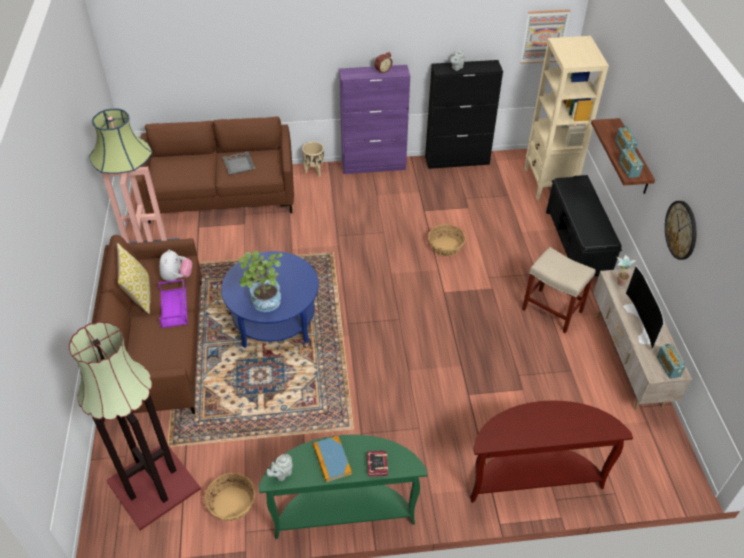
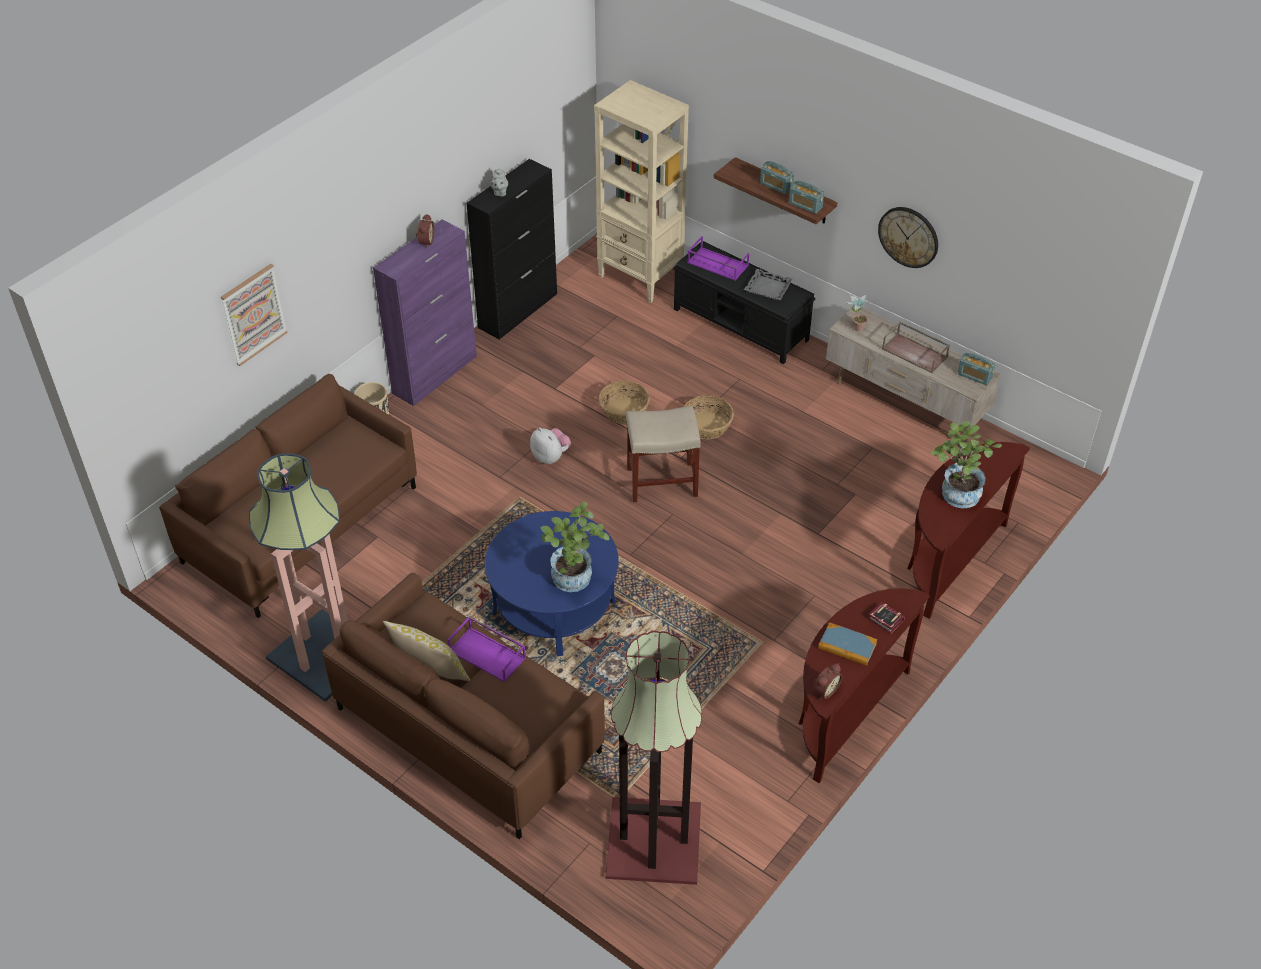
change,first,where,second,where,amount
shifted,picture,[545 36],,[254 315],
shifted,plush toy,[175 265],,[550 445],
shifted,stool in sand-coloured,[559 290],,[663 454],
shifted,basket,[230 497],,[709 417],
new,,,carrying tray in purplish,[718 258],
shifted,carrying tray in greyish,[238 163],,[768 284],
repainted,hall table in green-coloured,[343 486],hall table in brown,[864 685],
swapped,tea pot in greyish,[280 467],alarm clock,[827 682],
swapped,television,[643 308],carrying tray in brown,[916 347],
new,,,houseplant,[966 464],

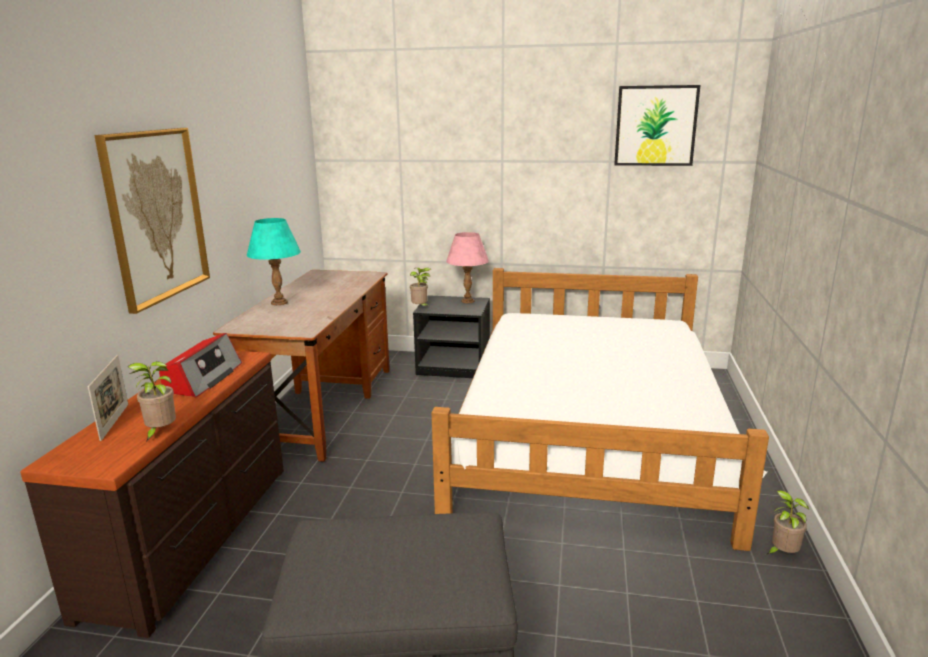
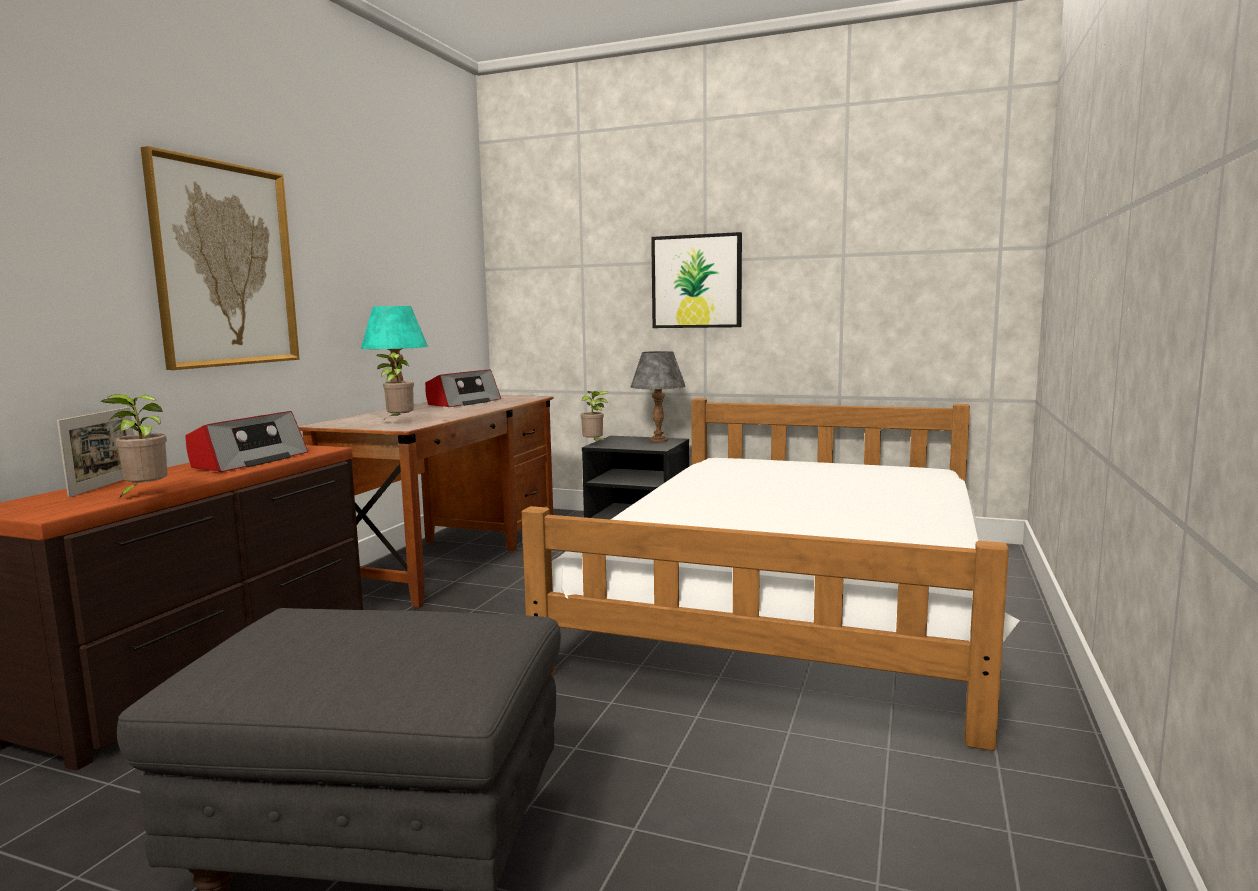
change,first,where,second,where,amount
shifted,houseplant,[787 522],,[395 386],
new,,,radio,[463 388],
repainted,table lamp in pink,[467 267],table lamp in greyish,[658 396],
shifted,picture,[657 125],,[696 280],

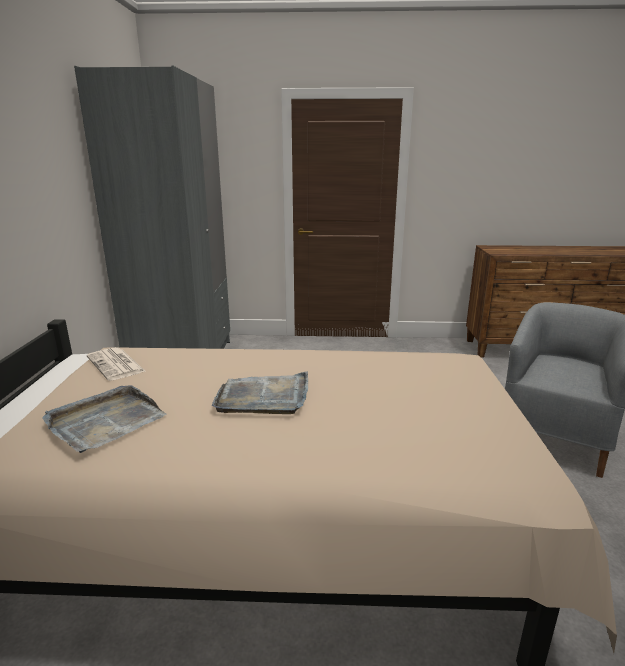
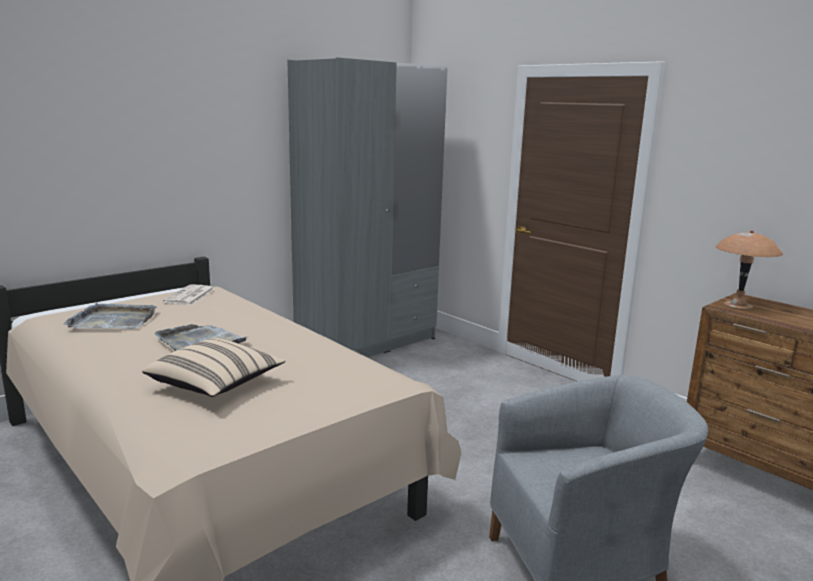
change,first,where,second,where,amount
new,,,throw pillow in sand-coloured,[213 367],
new,,,table lamp in brown,[749 270],

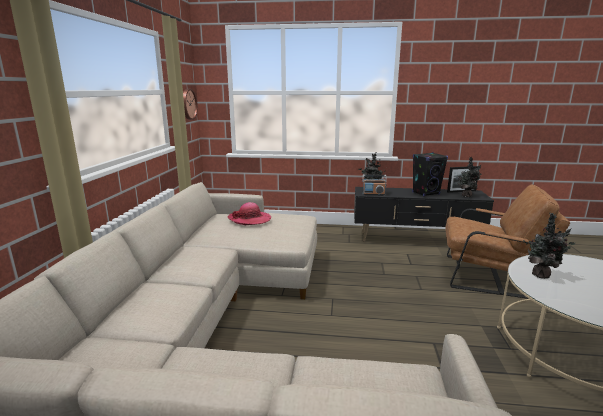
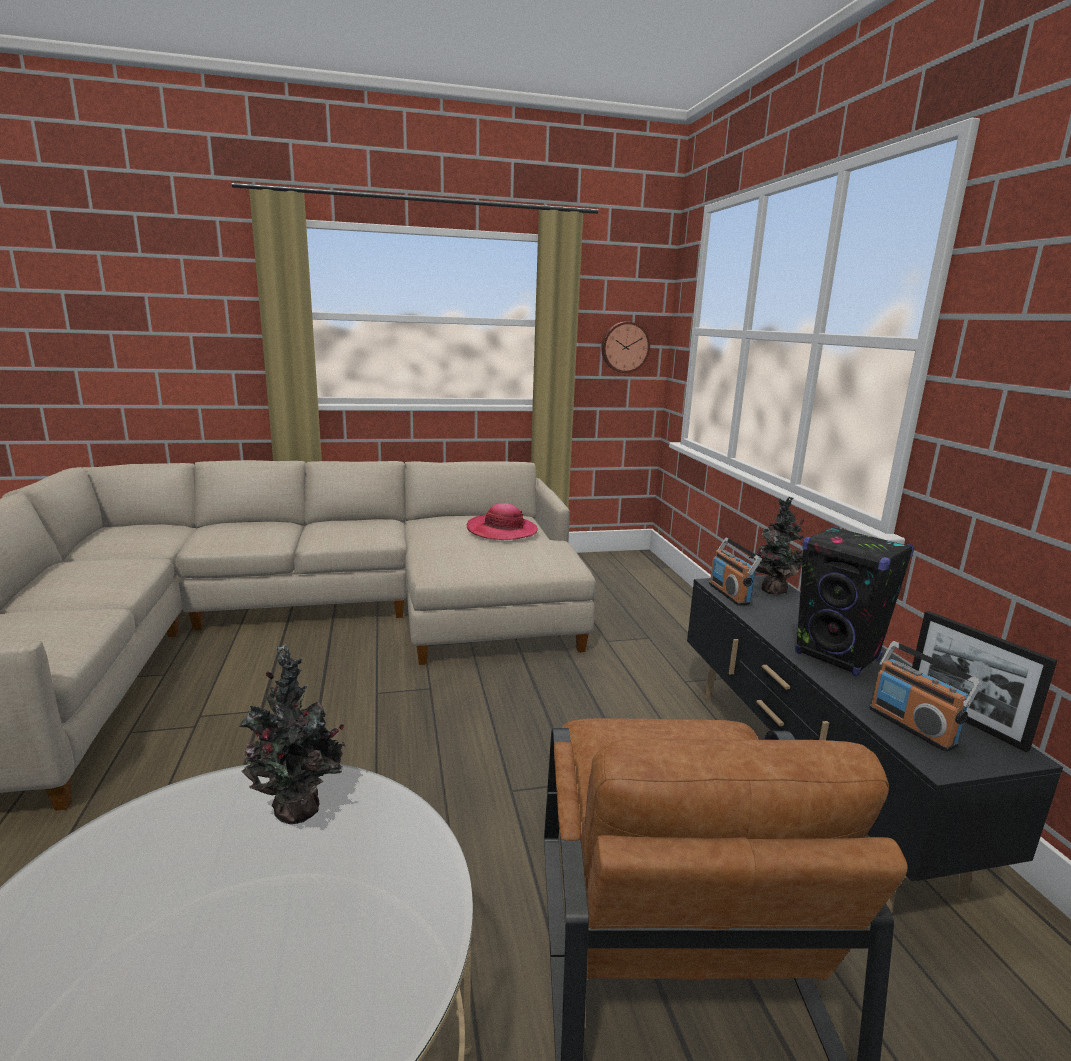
change,first,where,second,where,amount
swapped,houseplant,[469 177],radio,[925 696],

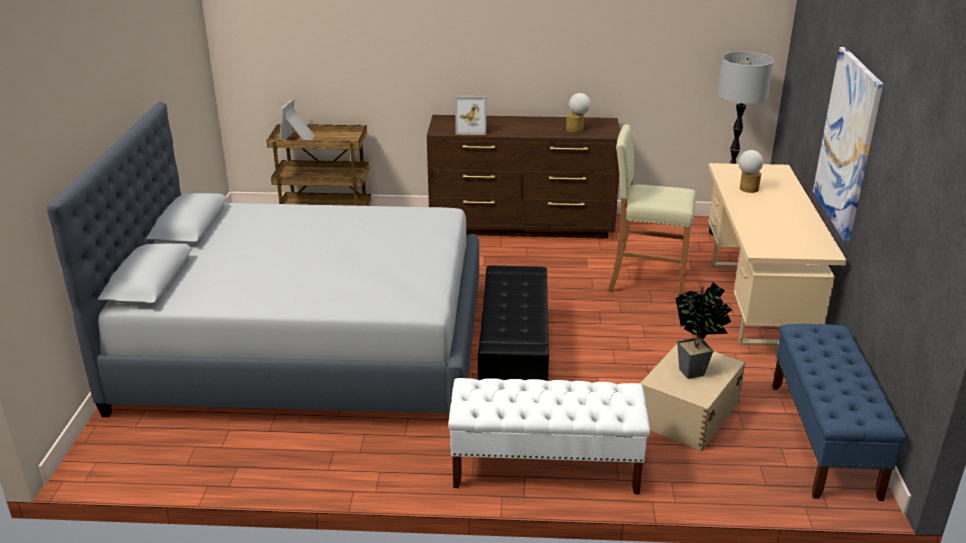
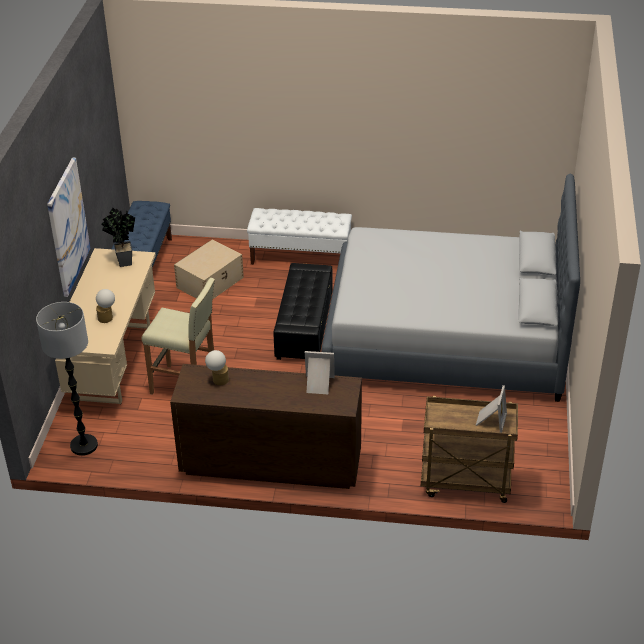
change,first,where,second,where,amount
shifted,houseplant,[703 330],,[118 237],

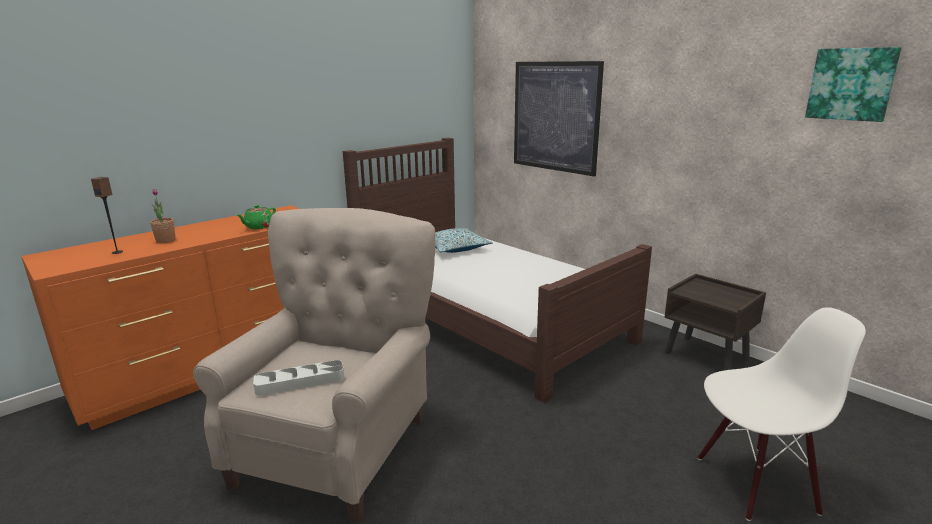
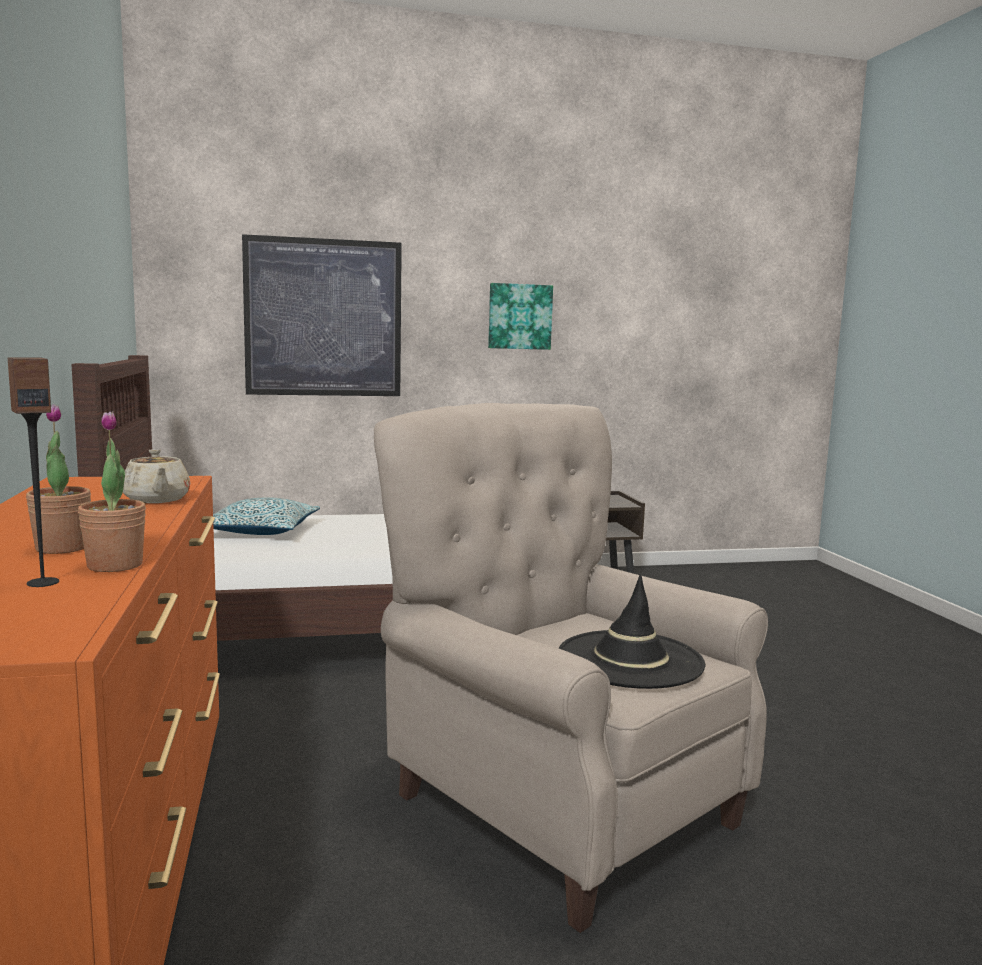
change,first,where,second,where,amount
new,,,houseplant,[112 491],
repainted,tea pot in green-coloured,[256 217],tea pot in sand-coloured,[156 476],
shifted,picture,[853 84],,[520 316],
swapped,carrying tray in white-coloured,[298 378],hat in blackish,[632 632],
gone,chair in white-coloured,[782 414],,,

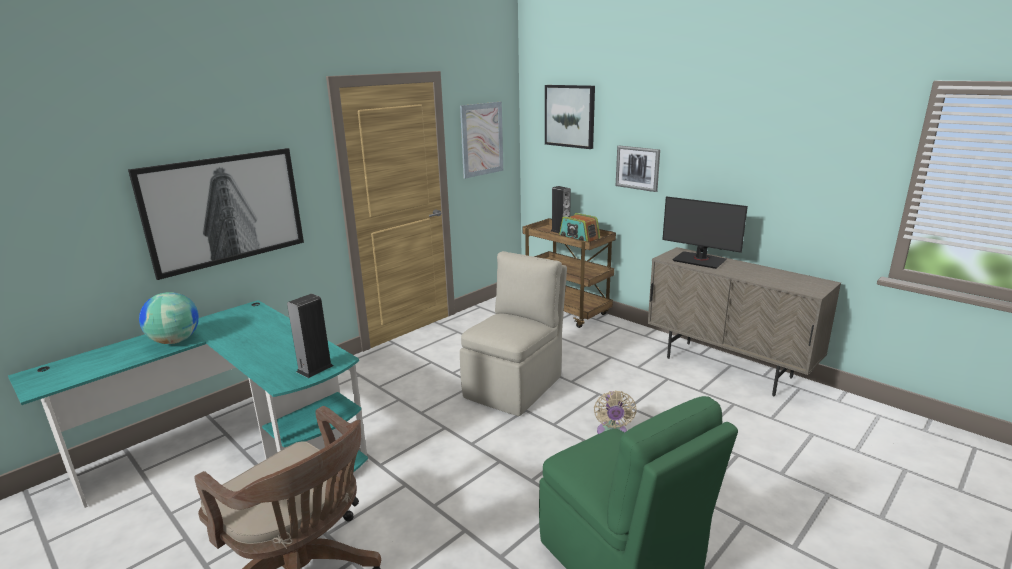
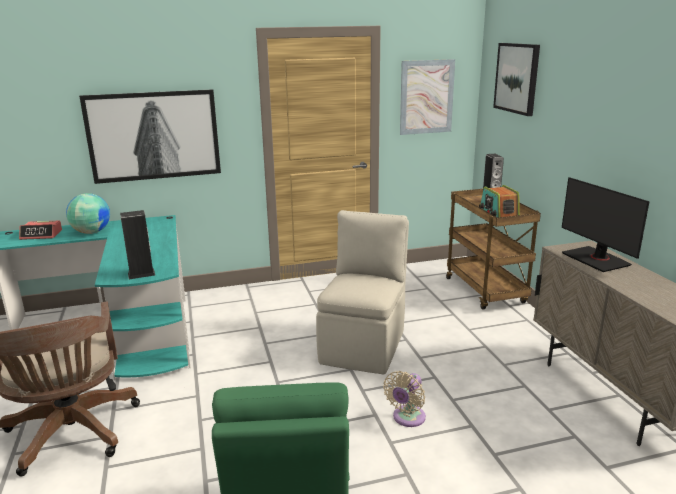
change,first,where,second,where,amount
new,,,alarm clock,[40 230],
rotated,chair in sand-coloured,[513 333],,[362 292],45 degrees counterclockwise
gone,picture,[638 169],,,

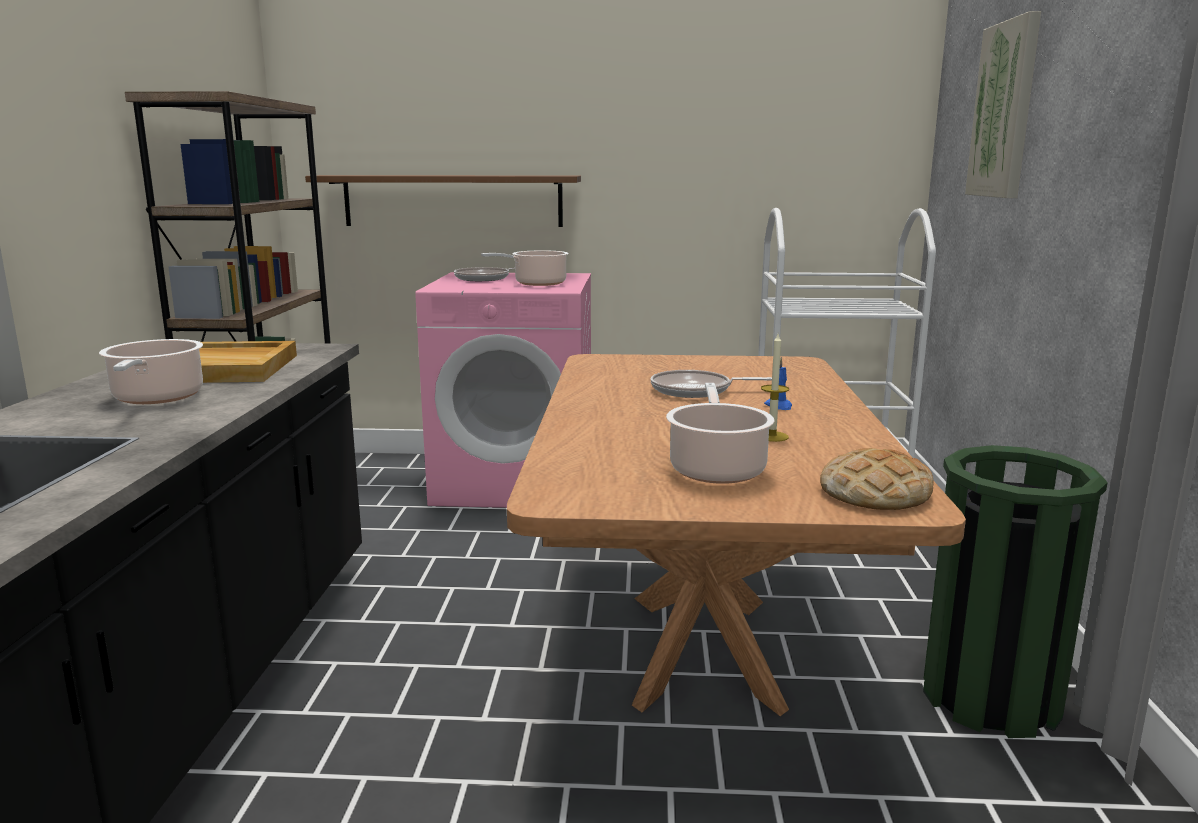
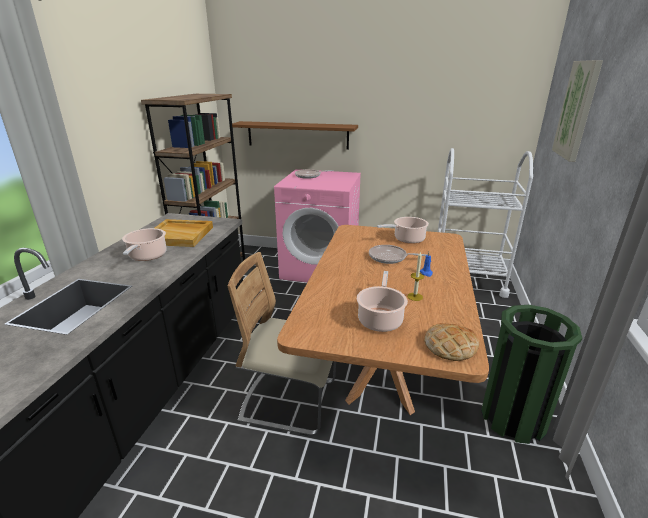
change,first,where,second,where,amount
new,,,chair in sand-coloured,[281 344],
shifted,saucepot,[525 268],,[403 230],

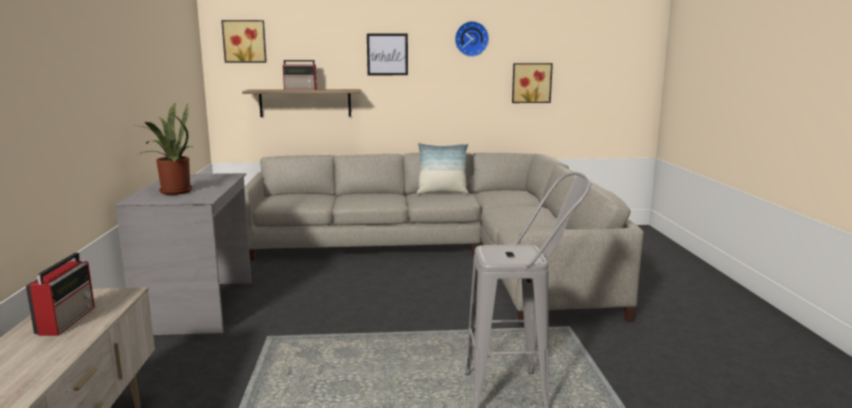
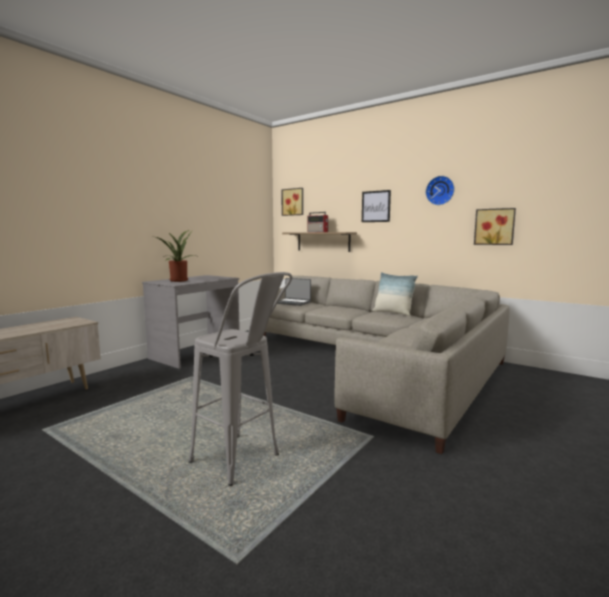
change,first,where,second,where,amount
new,,,notebook computer,[294 292],
gone,radio,[60 294],,,

